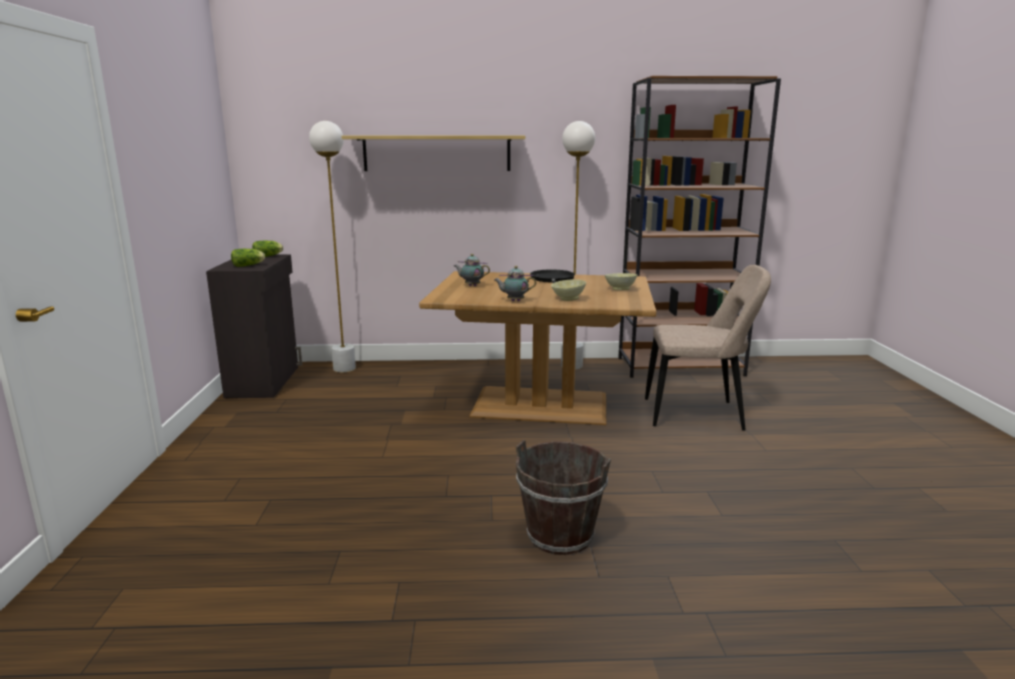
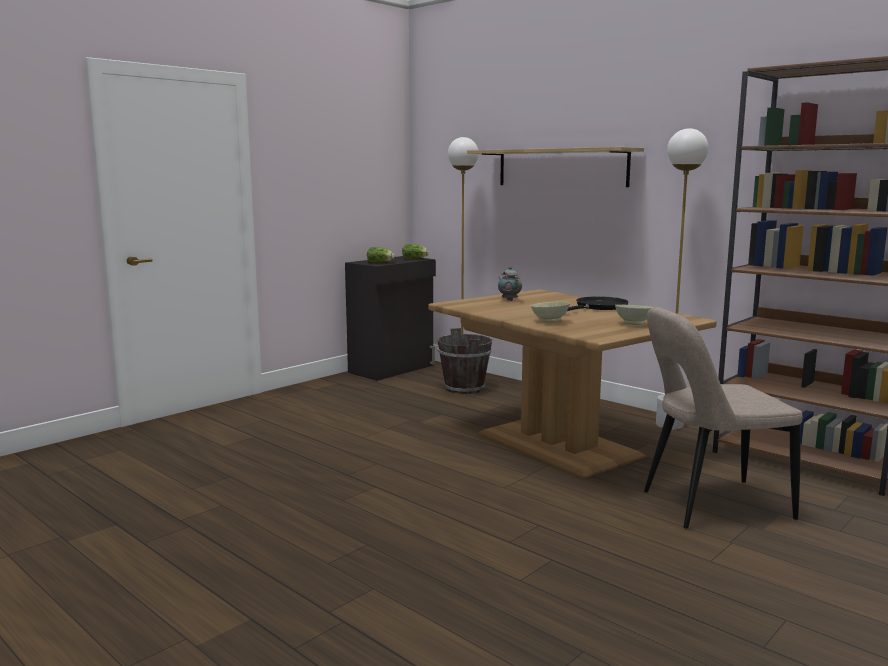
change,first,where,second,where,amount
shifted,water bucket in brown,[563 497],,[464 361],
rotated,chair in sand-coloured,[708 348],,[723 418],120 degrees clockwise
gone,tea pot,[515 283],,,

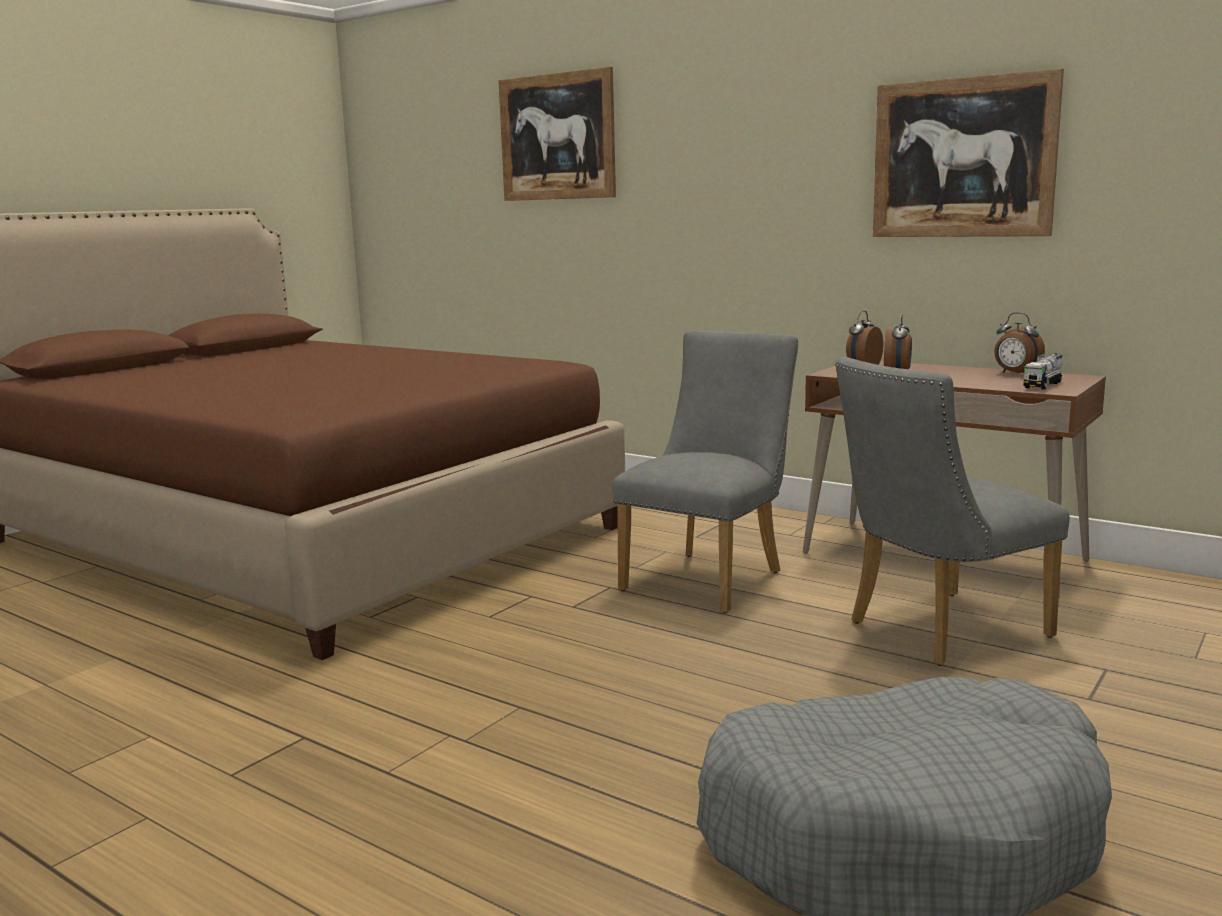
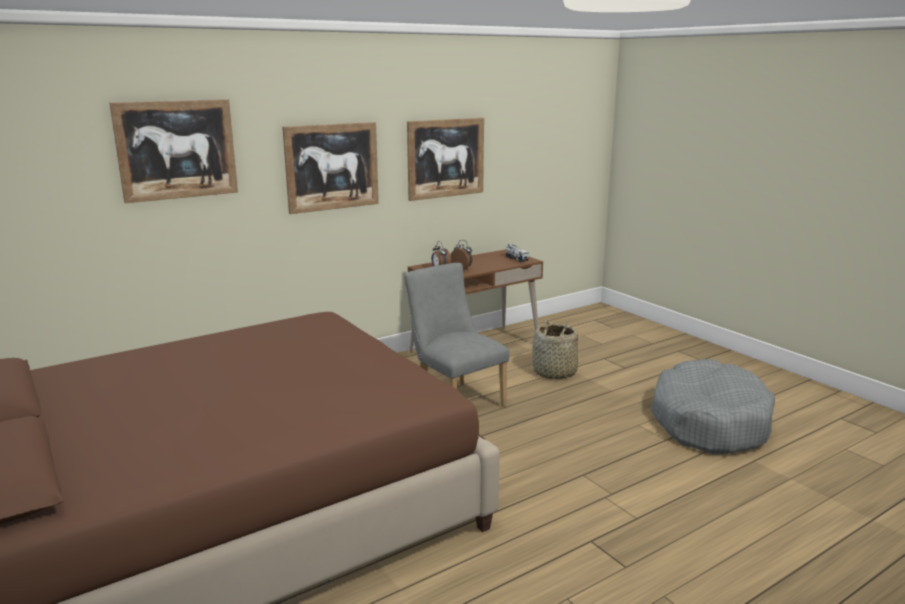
change,first,where,second,where,amount
new,,,picture,[330 168],
swapped,chair in greyish,[952 511],basket,[555 350],
gone,alarm clock,[1019 342],,,

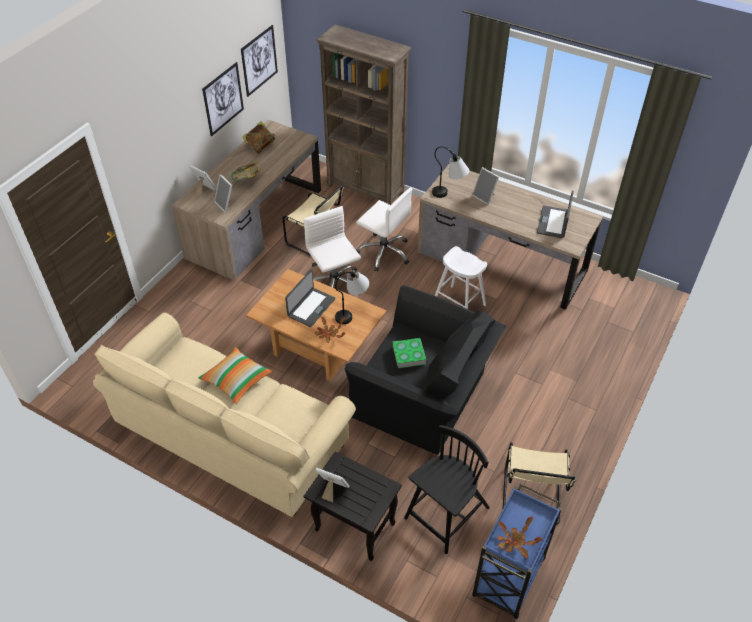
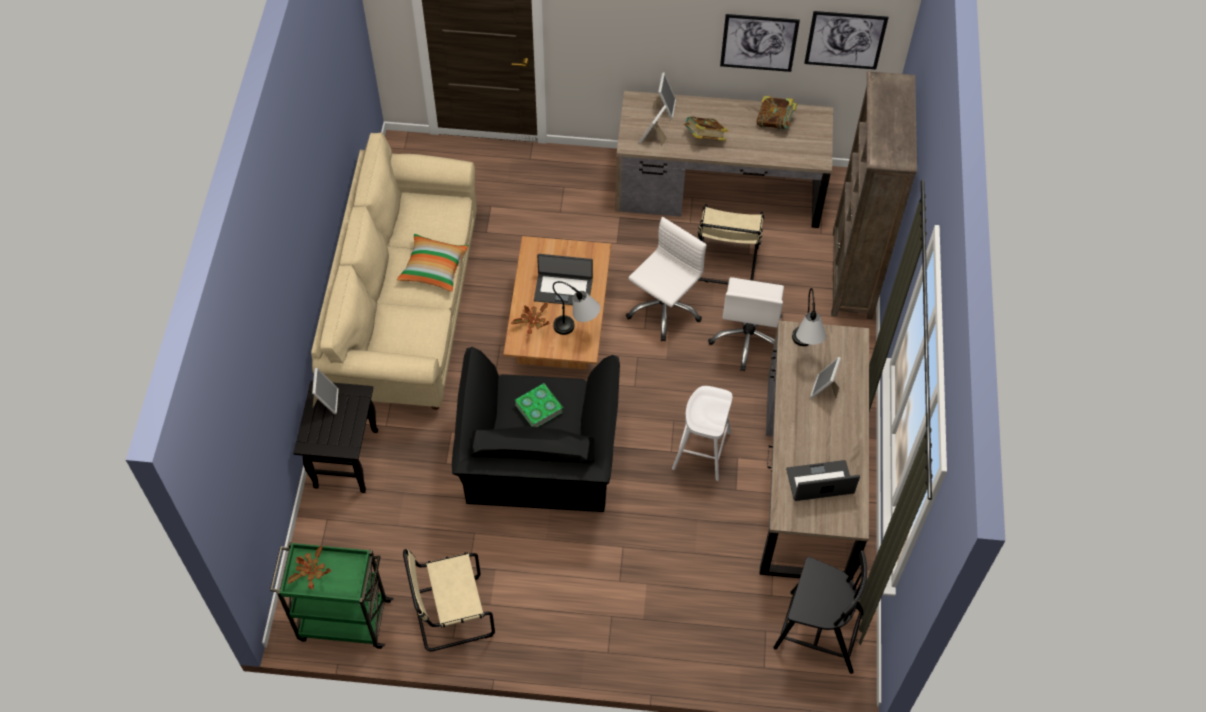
change,first,where,second,where,amount
repainted,wheeled cart in blue,[517 551],wheeled cart in green-coloured,[332 595],
shifted,chair in blackish,[447 489],,[820 612],

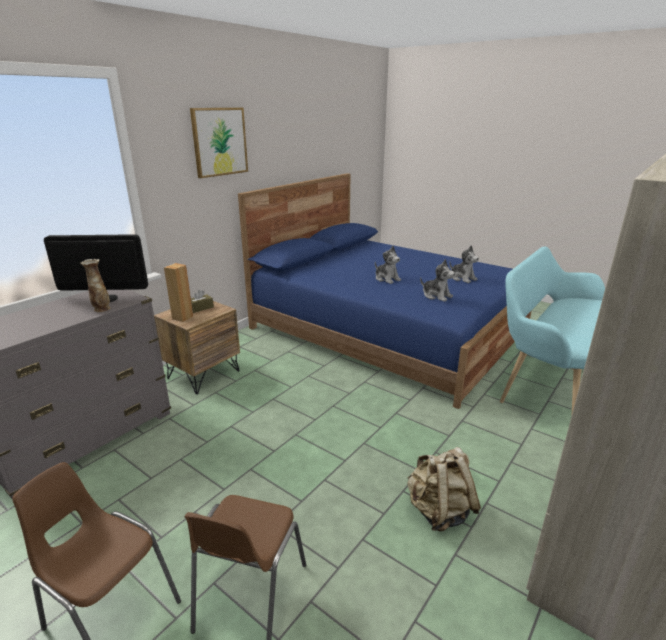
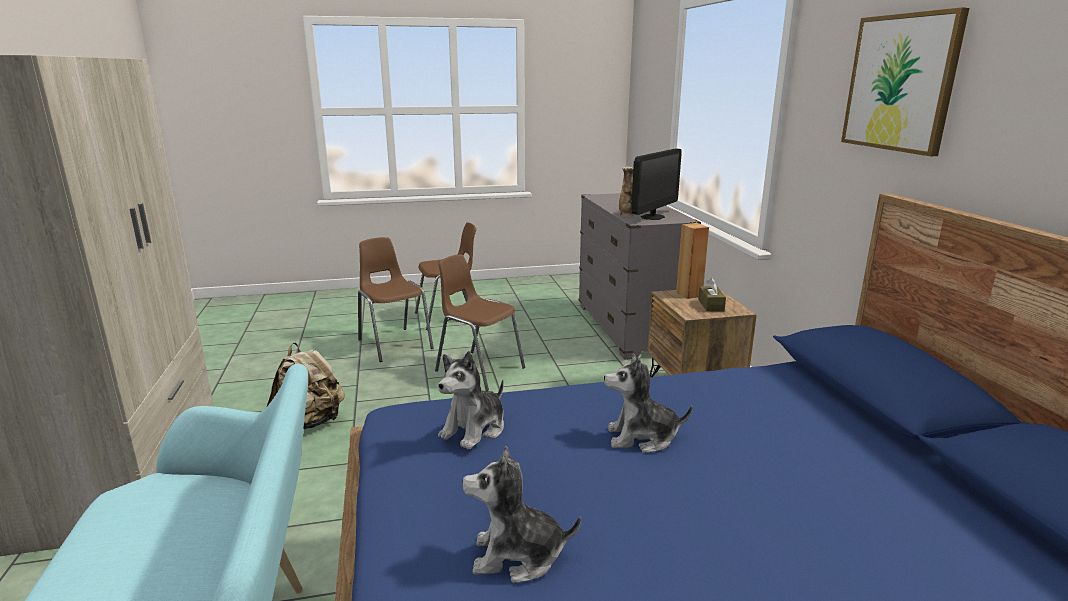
change,first,where,second,where,amount
new,,,chair in brown,[480 322],
rotated,plush toy,[437 280],,[471 400],45 degrees counterclockwise

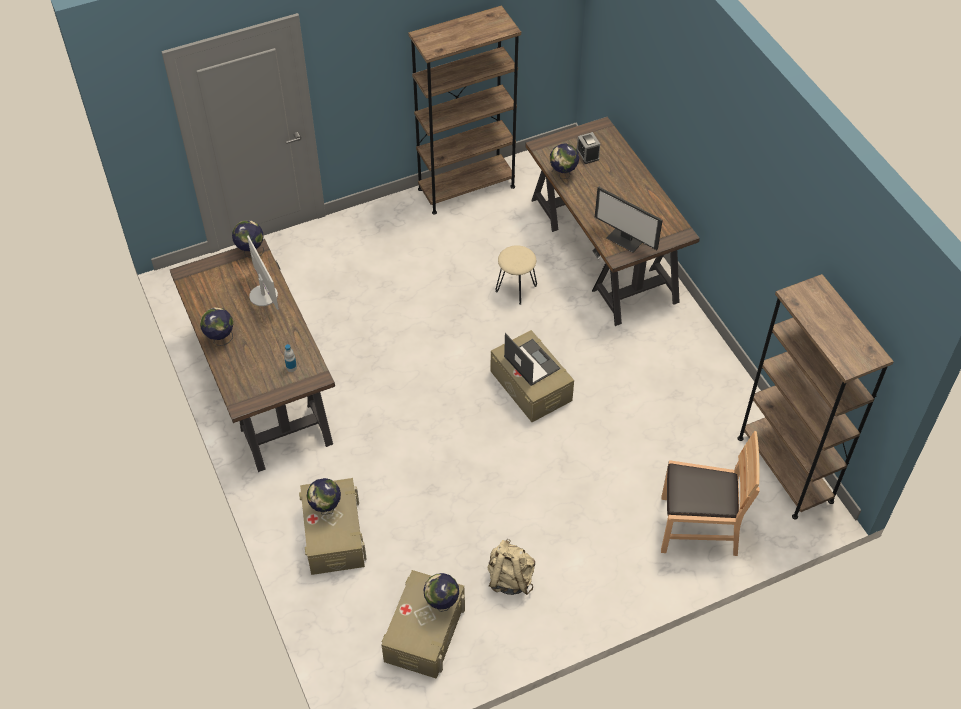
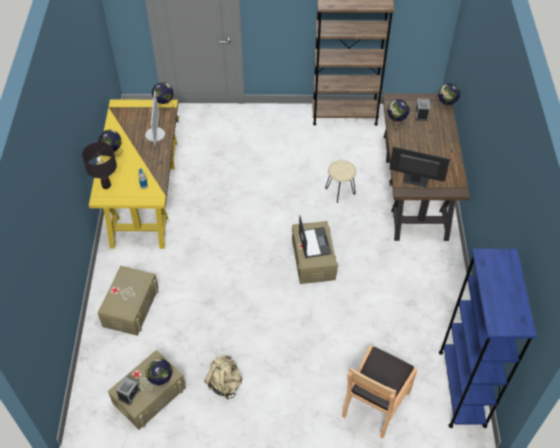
change,first,where,second,where,amount
new,,,table lamp in blackish,[99 165],
repainted,desk table in brown,[252 355],desk table in yellowish,[134 174],
new,,,alarm clock,[128 390],
rotated,chair in brown,[710 493],,[379 392],90 degrees clockwise
rotated,monitor,[629 219],,[419 167],135 degrees clockwise
shifted,desk globe,[324 496],,[449 96],
repainted,bookcase in brown,[816 396],bookcase in blue,[488 338],

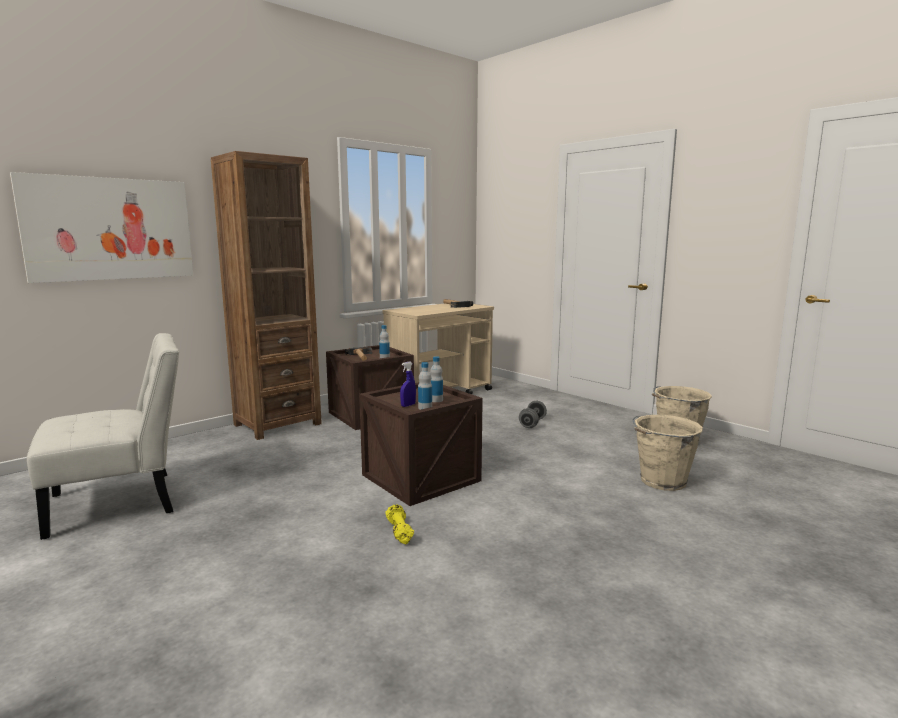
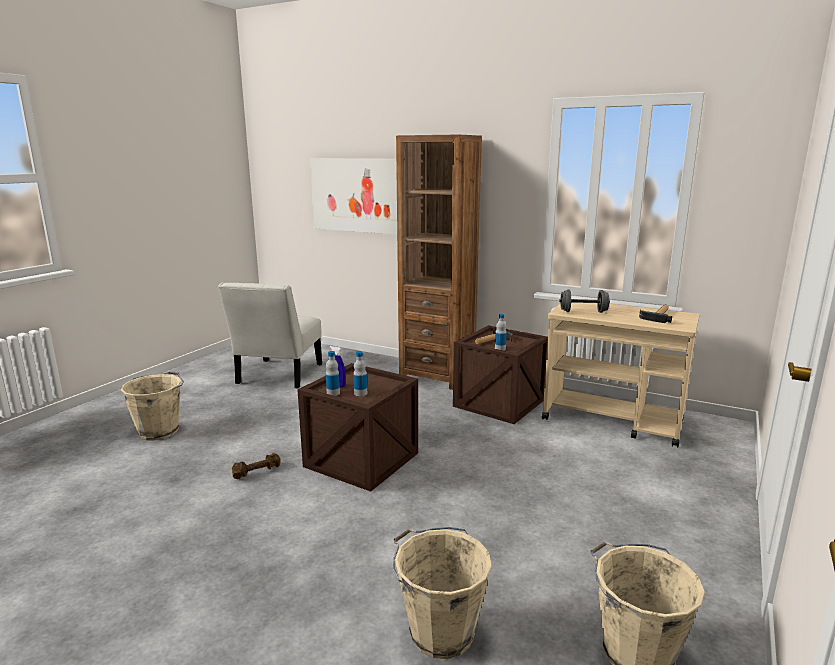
change,first,where,second,where,amount
new,,,water bucket in sand-coloured,[152 406],
rotated,chair in white-coloured,[103 436],,[270 335],60 degrees clockwise
repainted,hand weight in yellowish,[399 524],hand weight in brown,[256 466],
shifted,hand weight in greyish,[533 414],,[584 301],

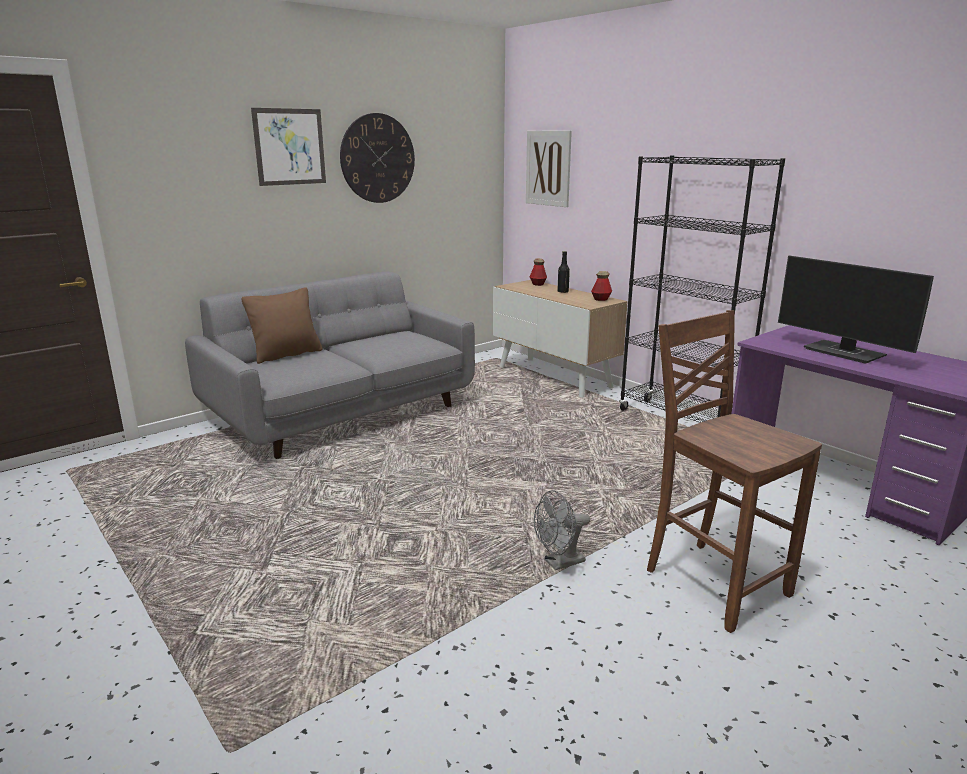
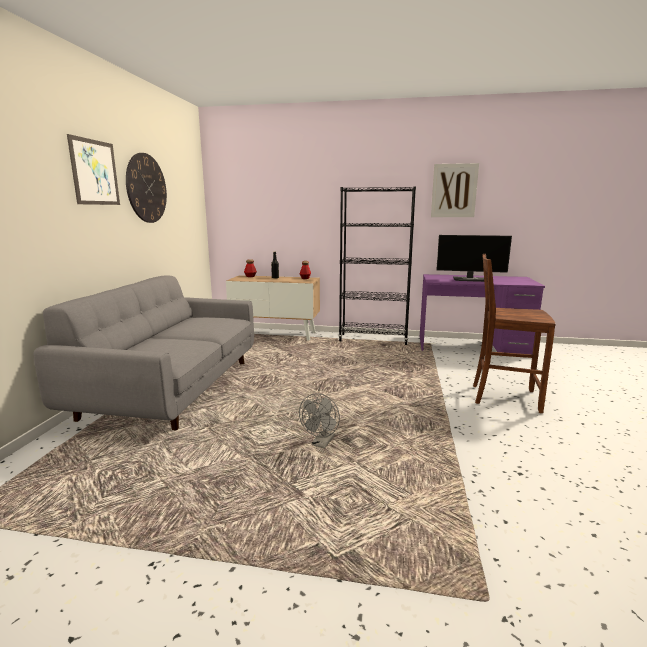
change,first,where,second,where,amount
shifted,electric fan in greyish,[562 530],,[319 420],
shifted,picture,[549 168],,[455 190],
gone,throw pillow in brown,[282 325],,,

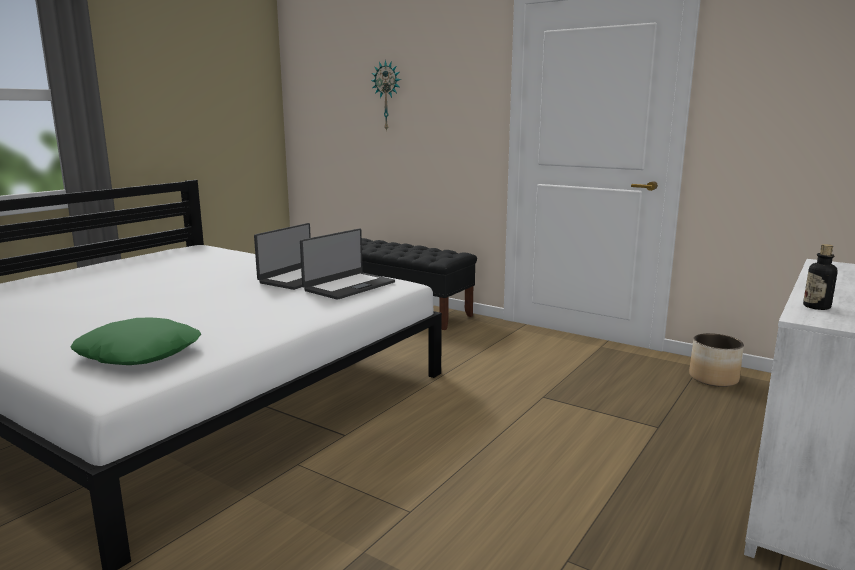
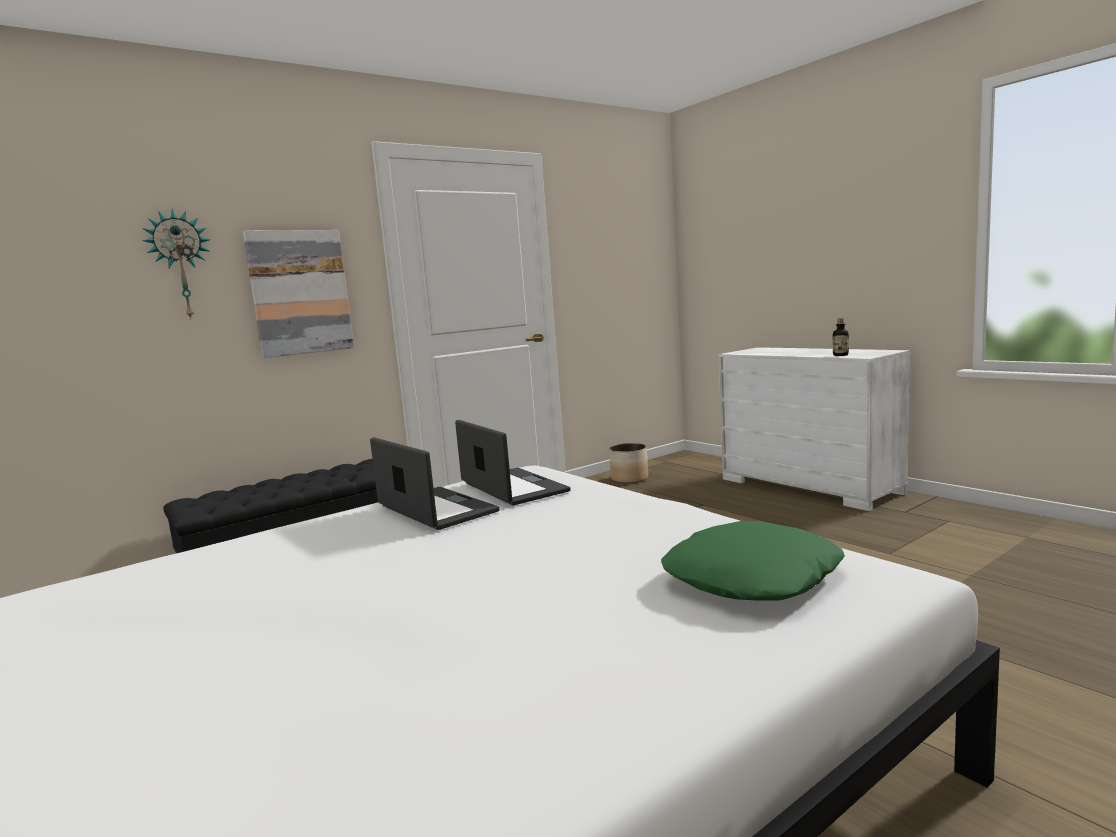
change,first,where,second,where,amount
new,,,picture,[298 294],

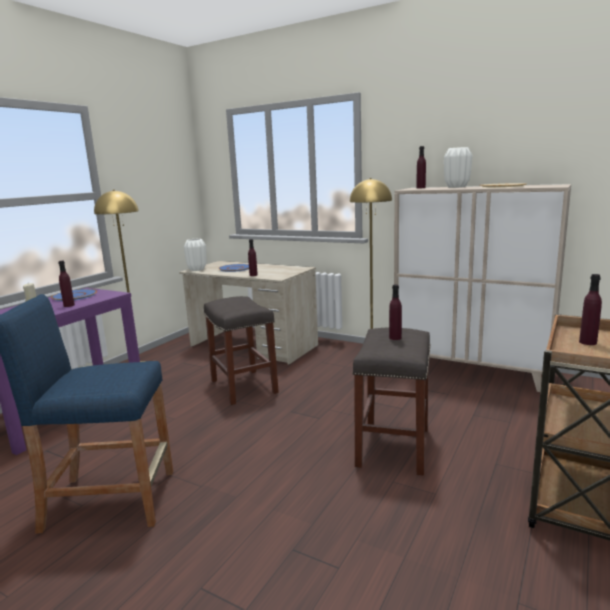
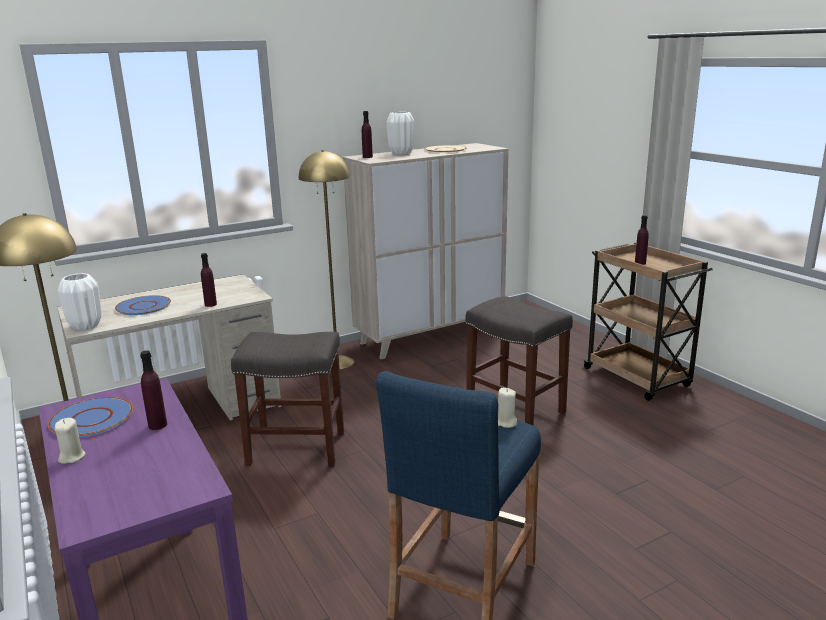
change,first,where,second,where,amount
new,,,wax light in sand-coloured,[507 408],
gone,drink bottle in purplish,[395 312],,,

